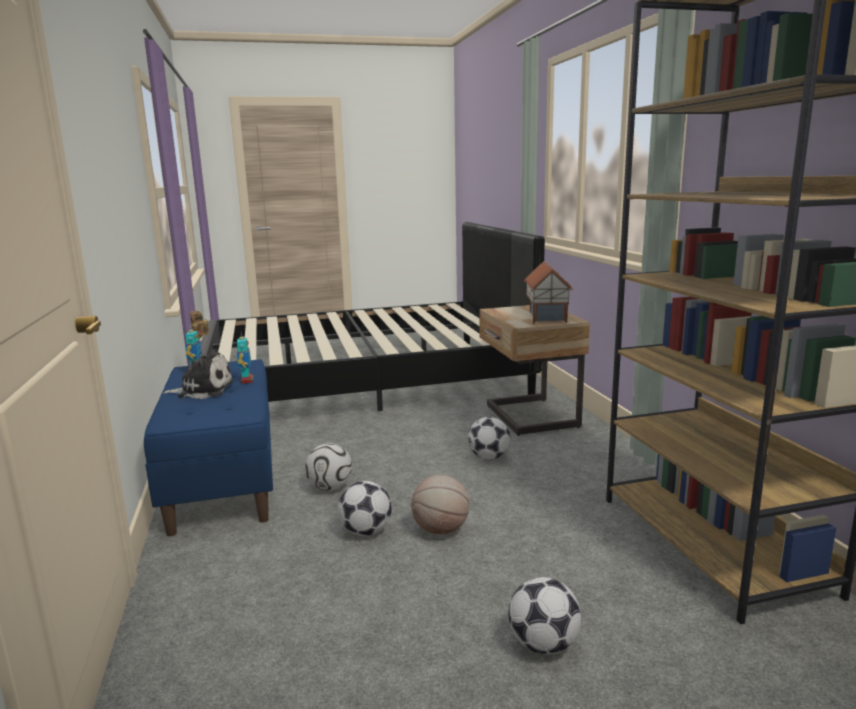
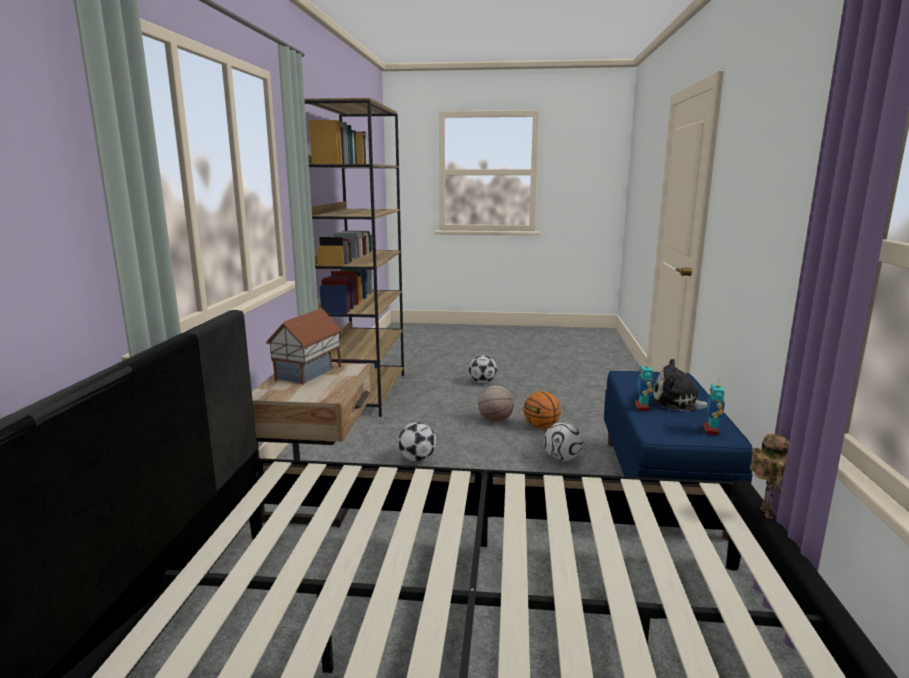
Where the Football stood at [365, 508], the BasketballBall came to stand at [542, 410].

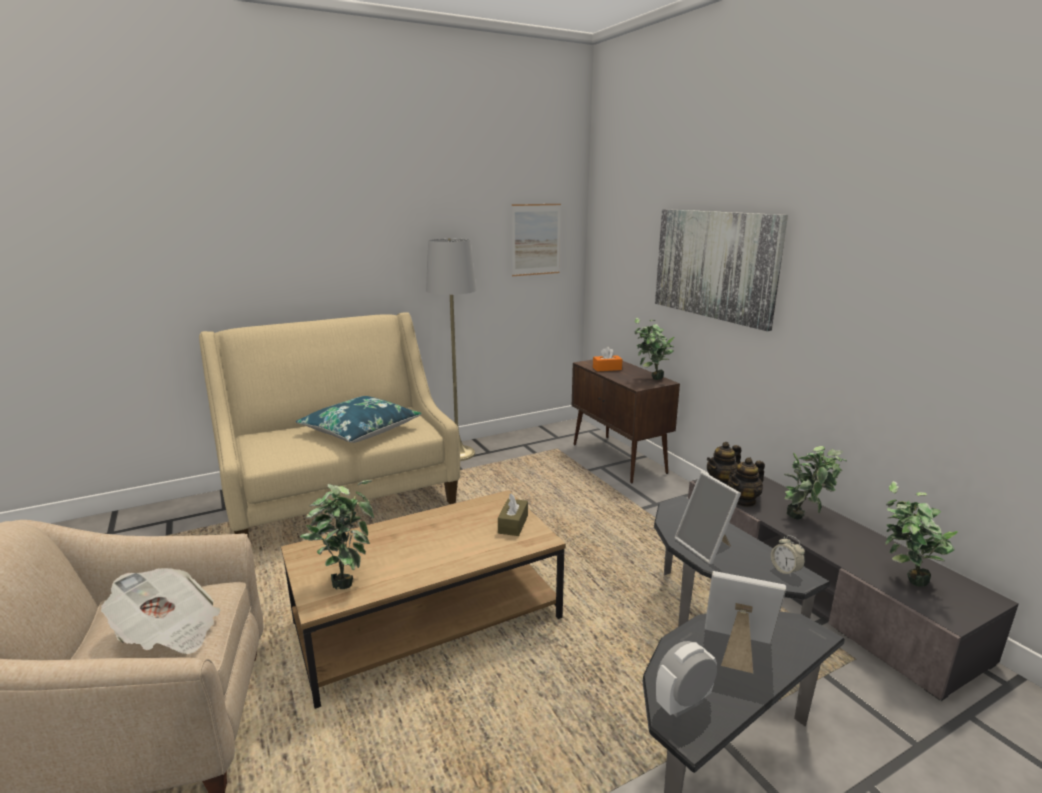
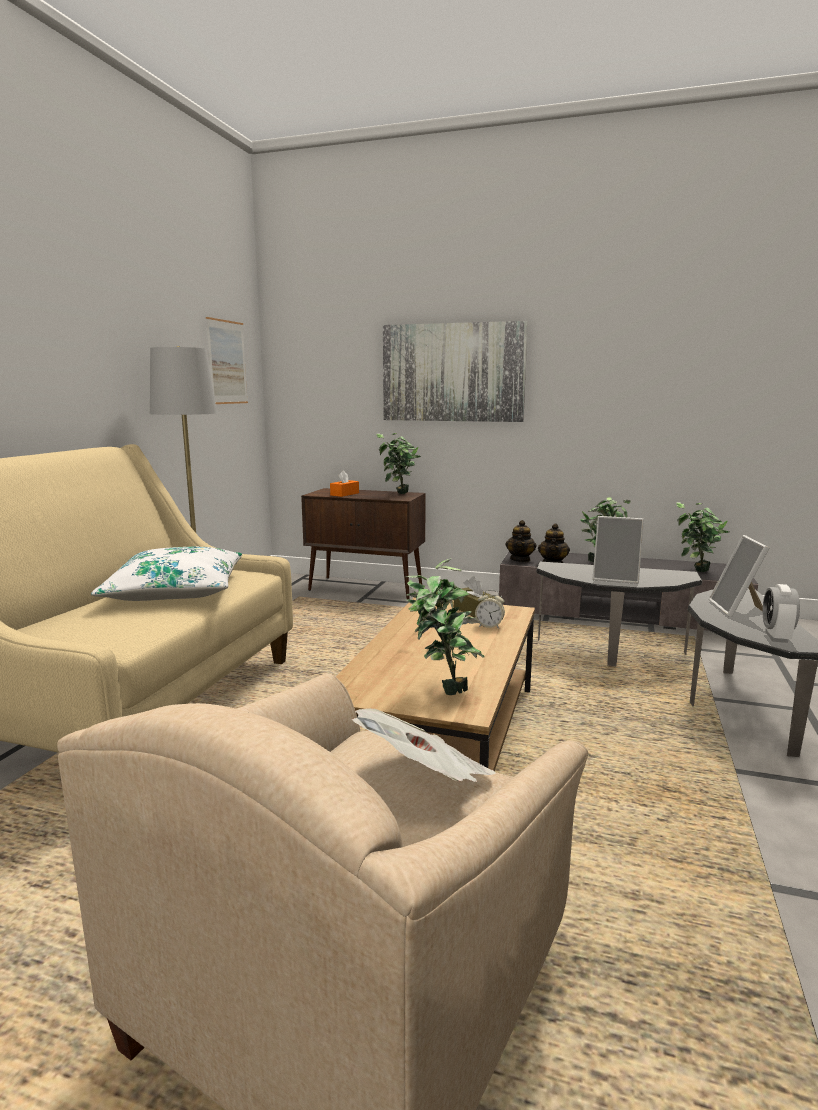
What was the BlueColouredThrowPillow at [359, 419] turned into the WhiteThrowPillow at [166, 574].
The PhotoFrame at [745, 622] ended up facing another way, 60 degrees counterclockwise from before.
The BedsideClock ended up elsewhere, having gone from [788, 556] to [490, 609].

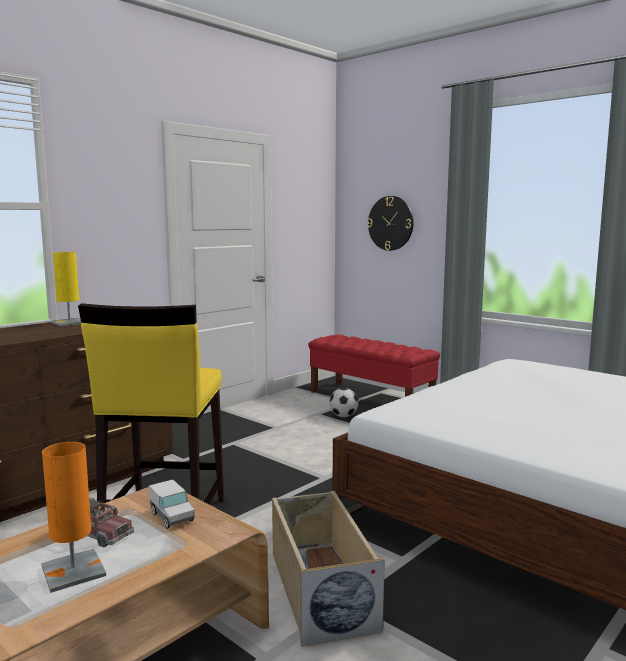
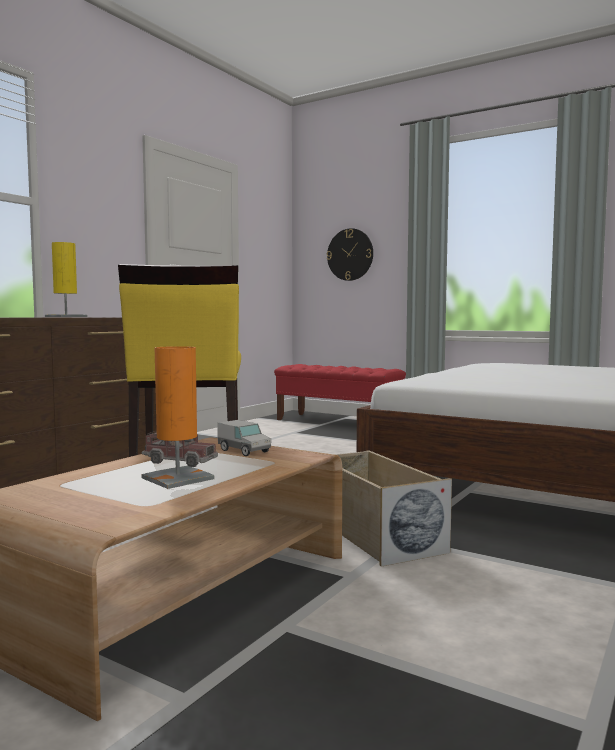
The second view lost the Football at [343, 402].

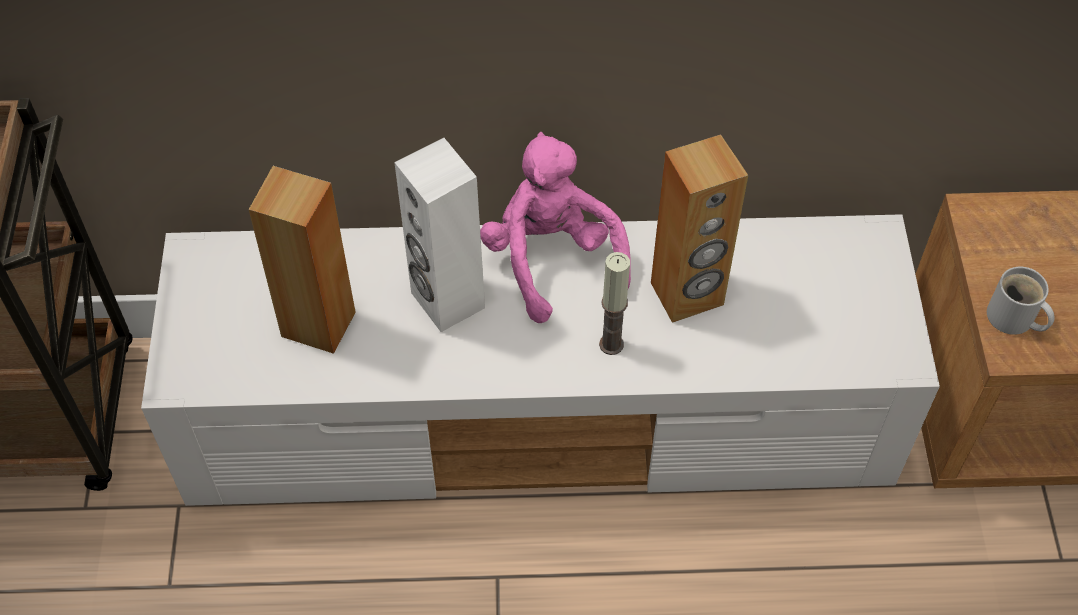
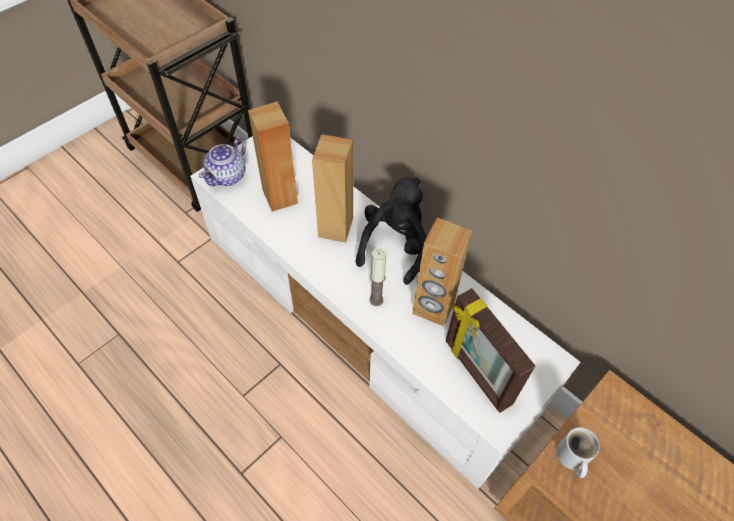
What was the WhiteAudioSpeaker at [439, 235] turned into the BrownColouredAudioSpeaker at [332, 188].
What was the PinkishSoftToy at [555, 227] turned into the BlackishSoftToy at [391, 231].
The second view gained the TeaPot at [222, 161].
The second view gained the PhotoFrame at [490, 350].

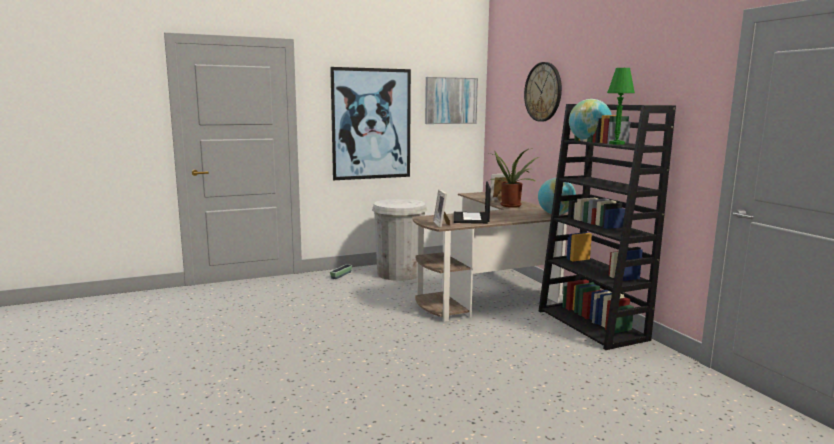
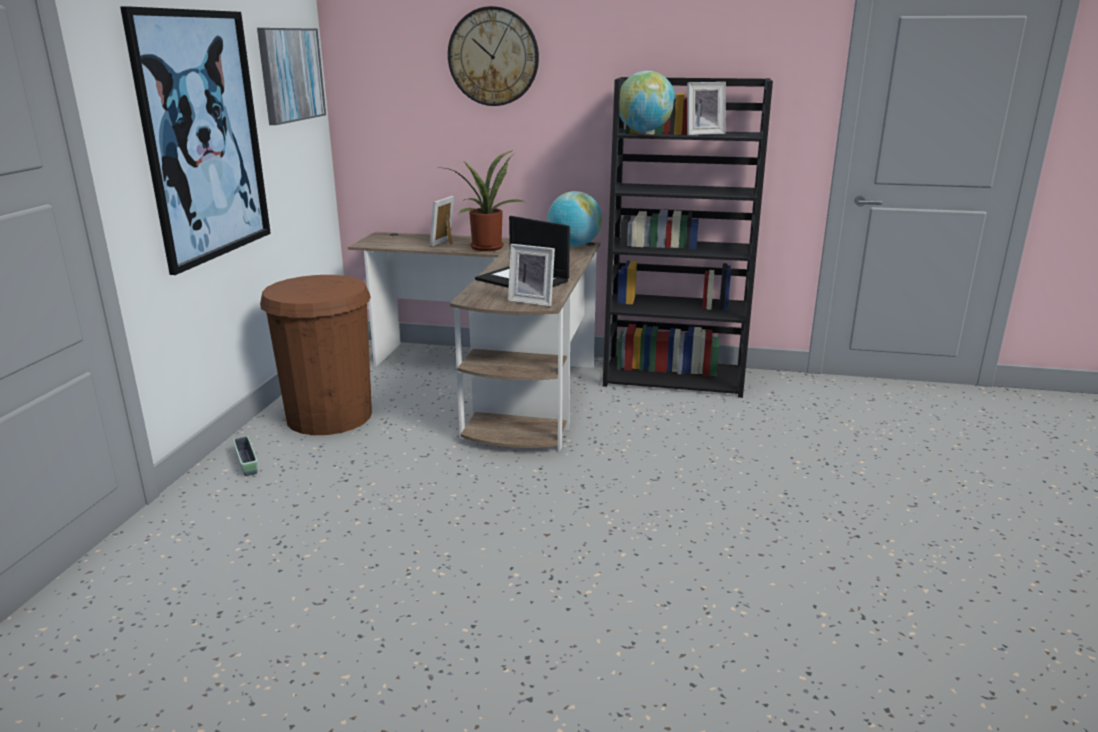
What was the WhiteWasteBin at [399, 240] turned into the BrownColouredWasteBin at [316, 355].
Where the GreenLampForATable stood at [621, 106], the PhotoFrame came to stand at [706, 108].

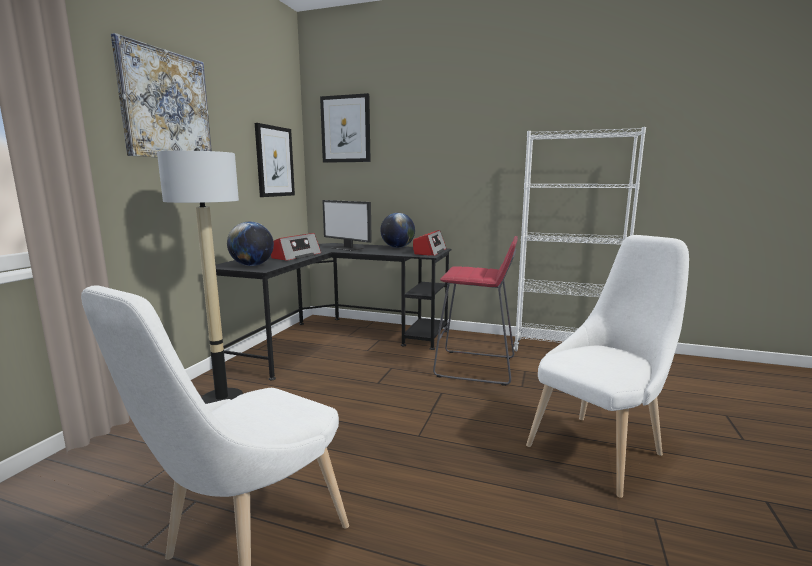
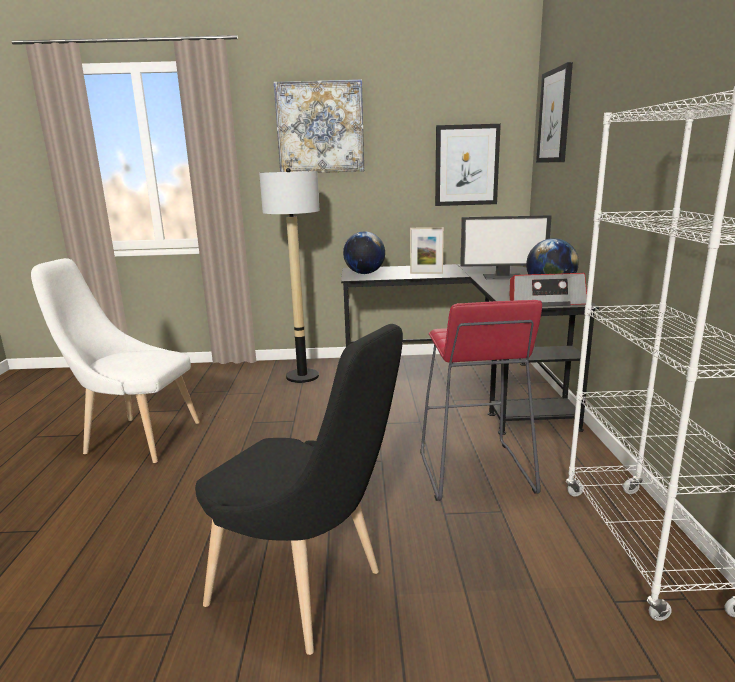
Where the RadioReceiver stood at [296, 247], the PhotoFrame came to stand at [427, 250].
The ComputerDisplay at [347, 225] ended up facing another way, 105 degrees counterclockwise from before.
What was the WhiteUprightChair at [607, 366] turned into the BlackishUprightChair at [299, 489].

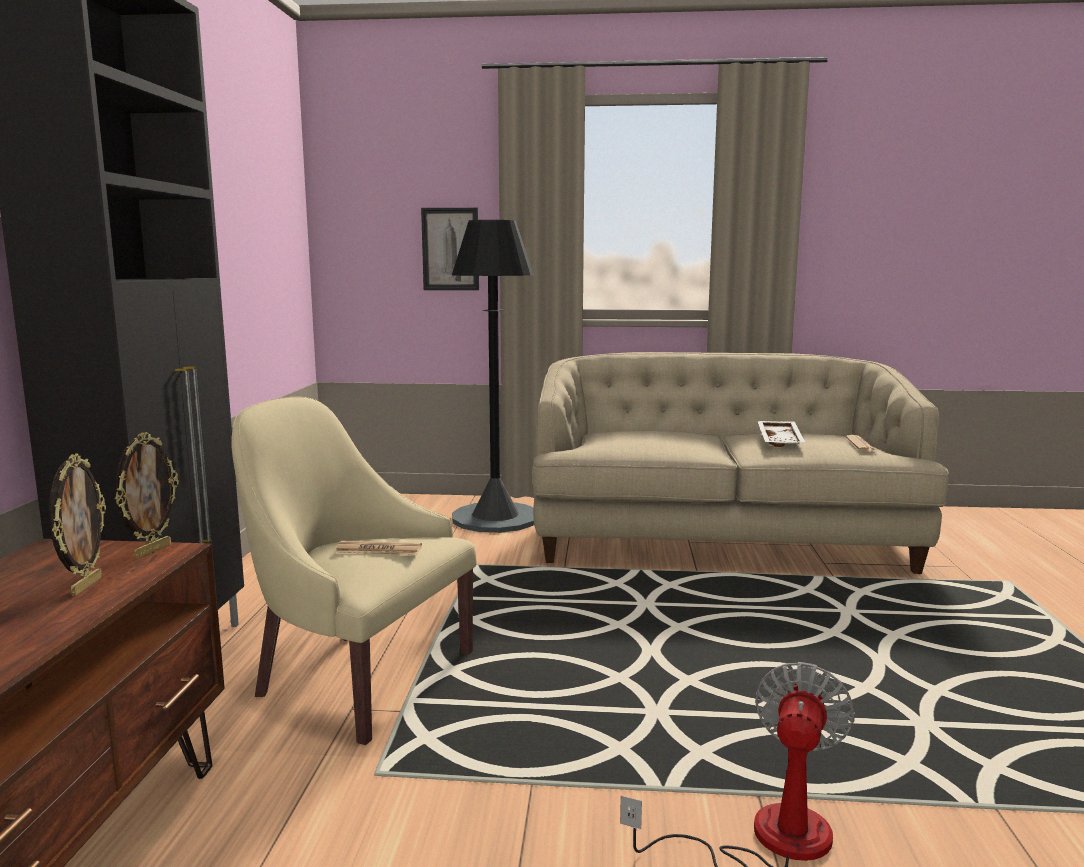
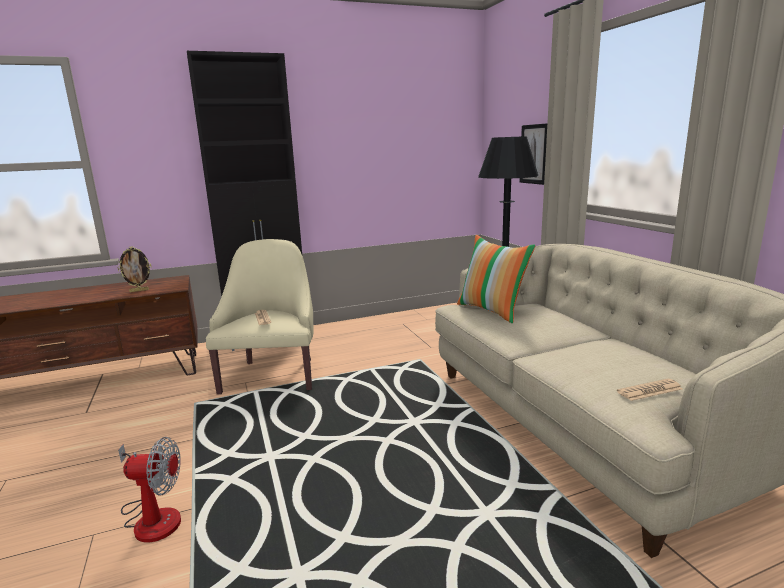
The second view lost the PhotoFrame at [147, 495].
The second view lost the WhiteTray at [781, 434].
The second view gained the ThrowPillow at [496, 279].

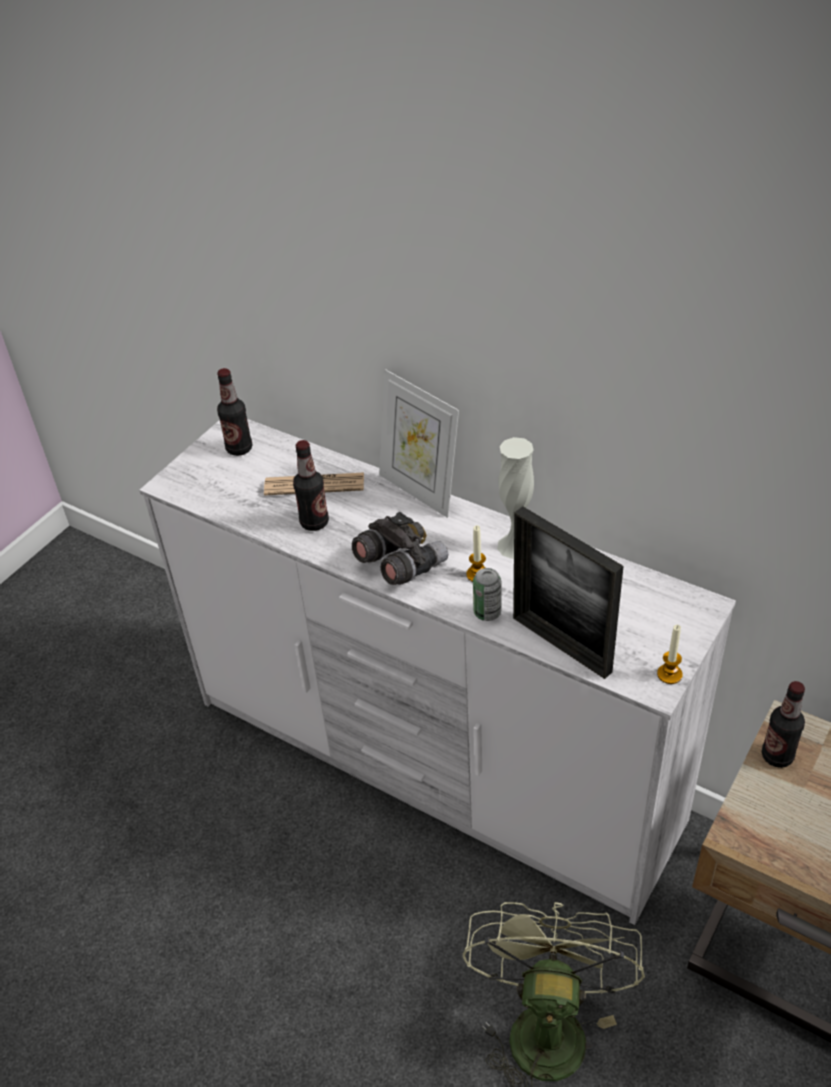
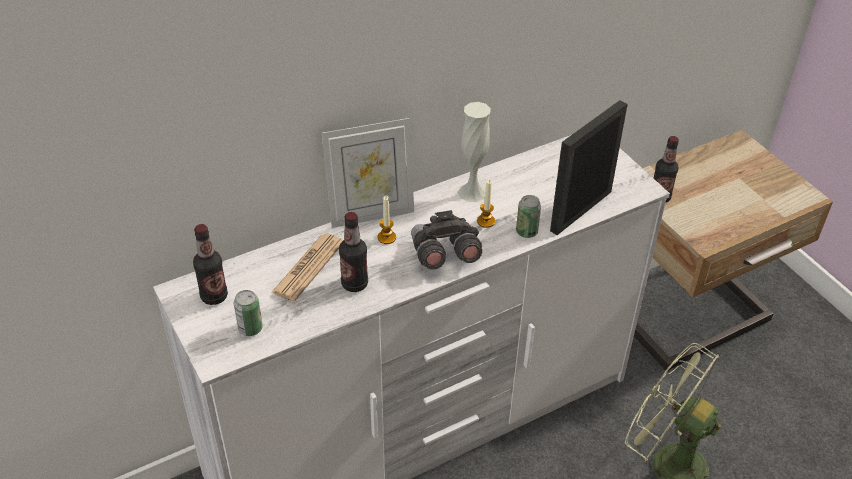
The PhotoFrame at [568, 592] ended up facing another way, 150 degrees clockwise from before.
The Candle ended up elsewhere, having gone from [670, 654] to [387, 220].
The second view gained the SealedCan at [248, 313].

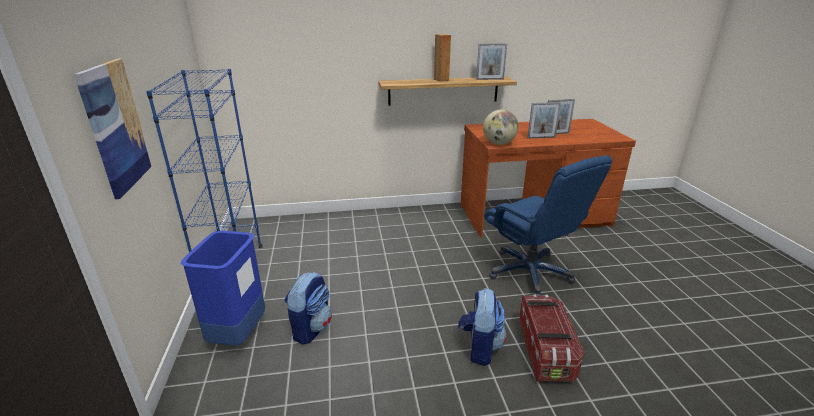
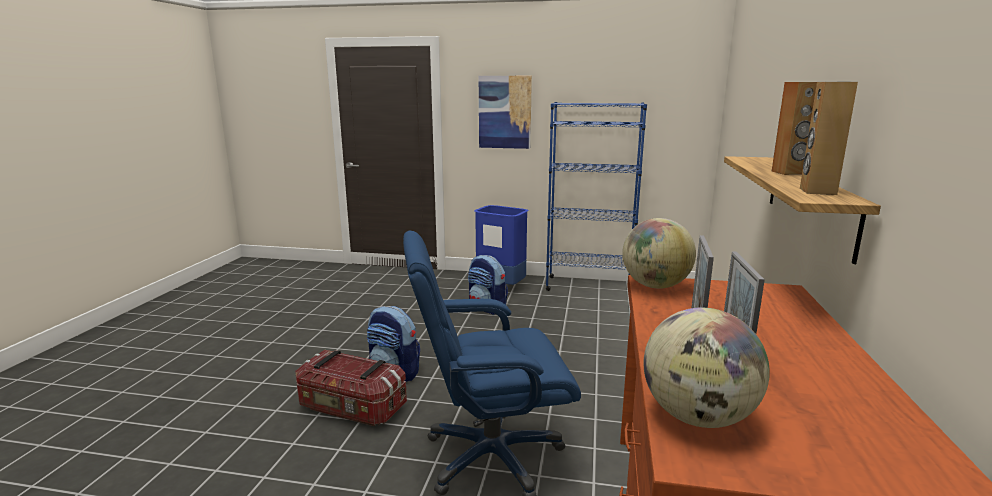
Where the PhotoFrame stood at [491, 61], the BrownColouredAudioSpeaker came to stand at [829, 138].
The second view gained the DeskGlobe at [706, 368].

